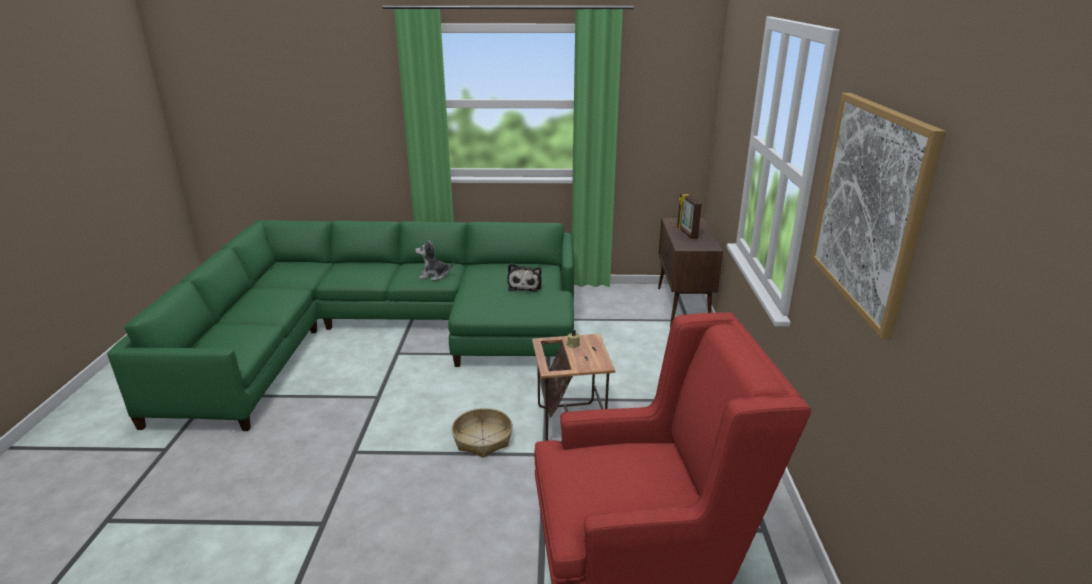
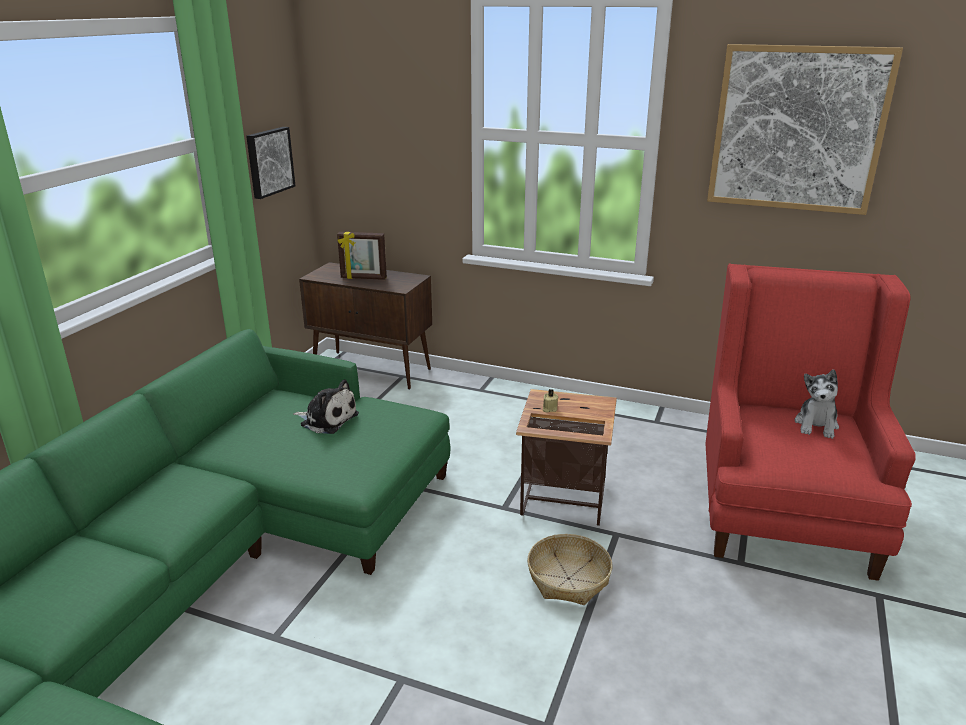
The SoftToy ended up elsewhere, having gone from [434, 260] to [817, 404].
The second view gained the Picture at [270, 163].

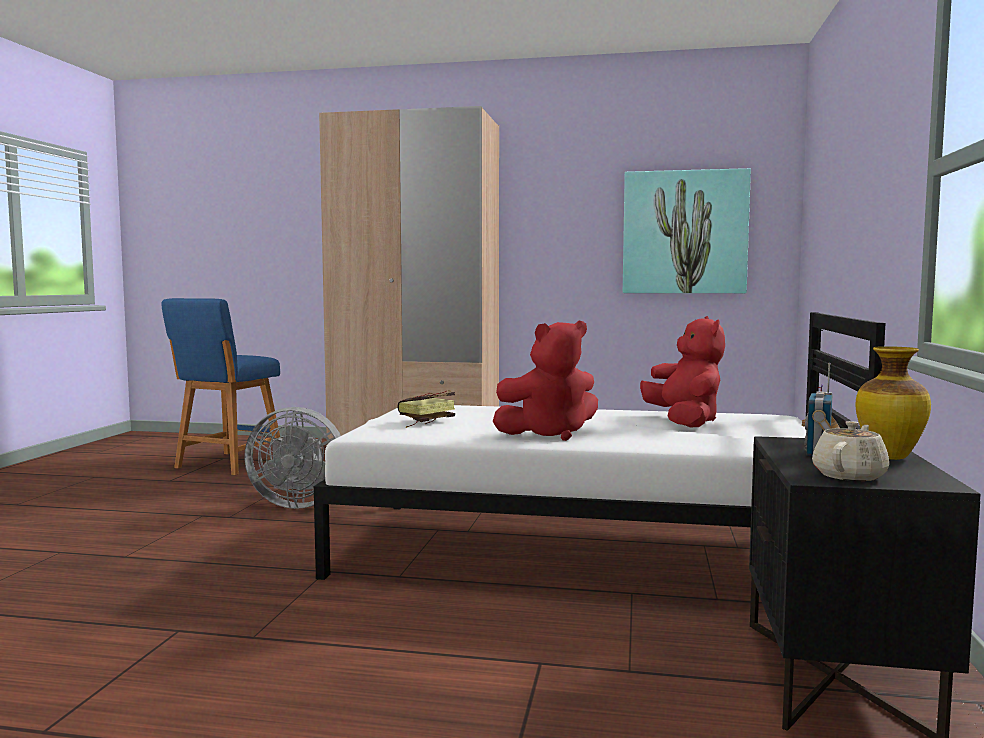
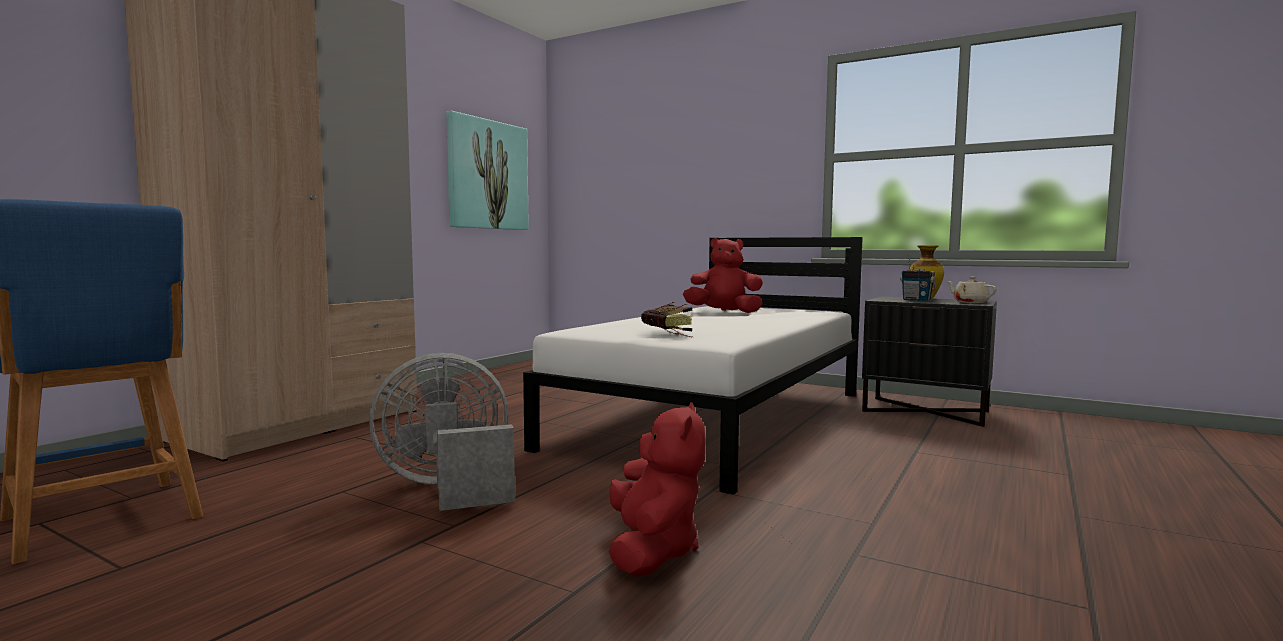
The GrayElectricFan at [292, 458] ended up facing another way, 135 degrees counterclockwise from before.
The RedSoftToy ended up elsewhere, having gone from [545, 381] to [657, 489].

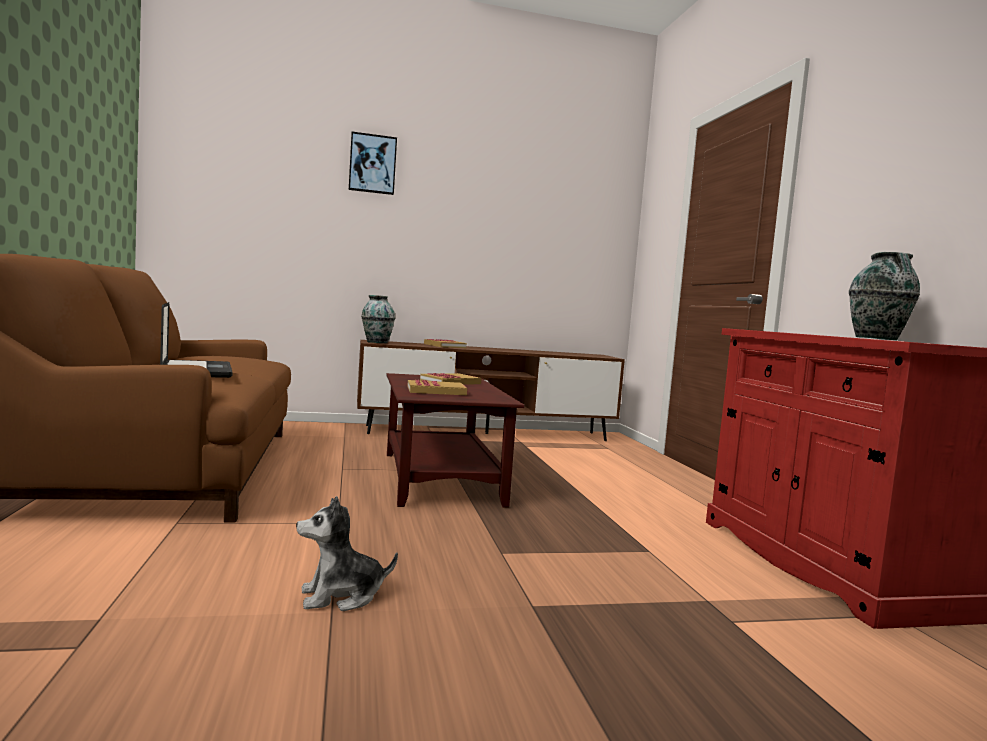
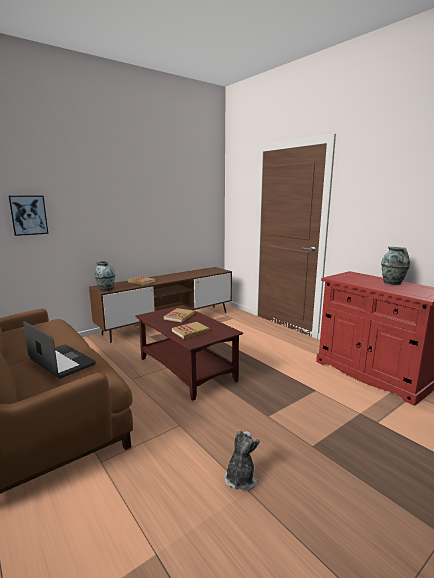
The SoftToy at [347, 553] ended up facing another way, 150 degrees clockwise from before.
The Picture ended up elsewhere, having gone from [373, 163] to [28, 216].

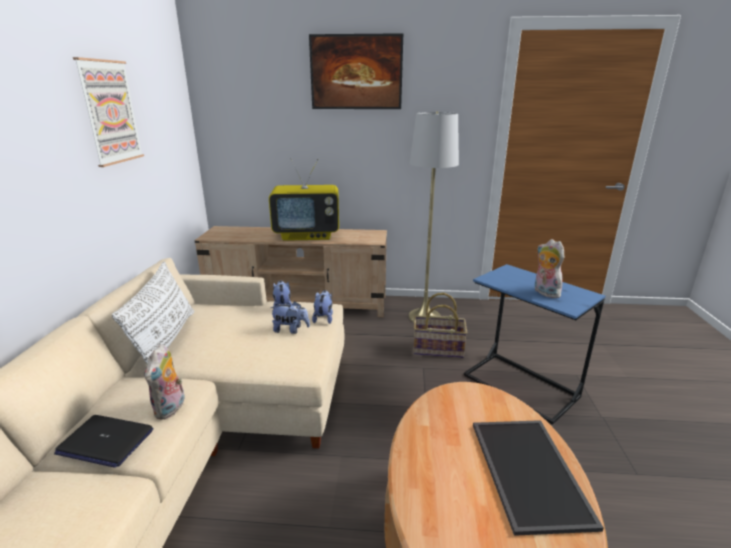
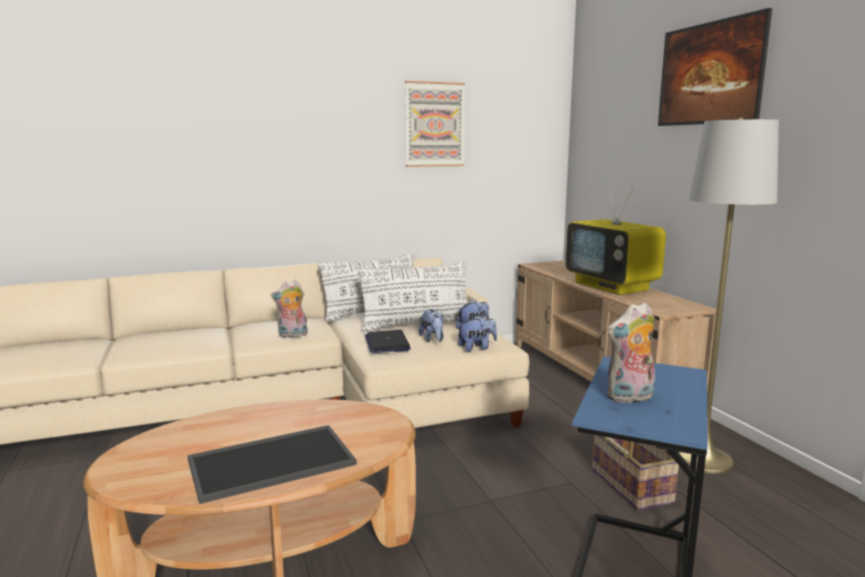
The PortableComputer ended up elsewhere, having gone from [103, 441] to [388, 341].
The SoftToy at [549, 268] ended up facing another way, 150 degrees counterclockwise from before.
The second view gained the WhiteThrowPillow at [412, 296].

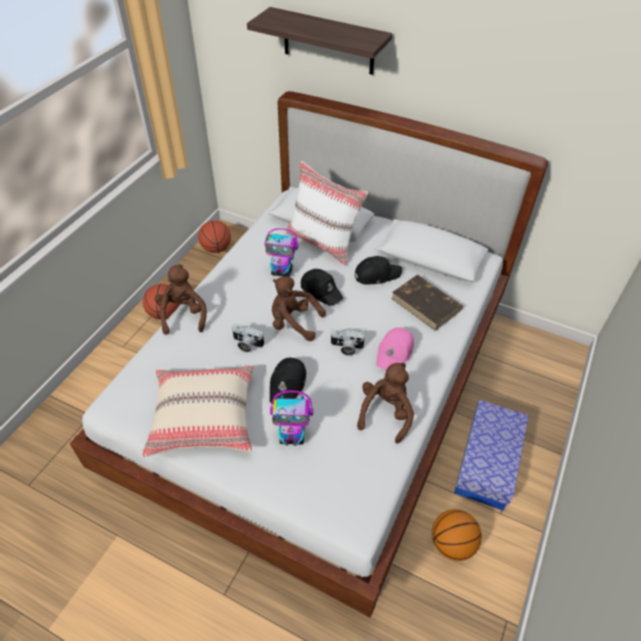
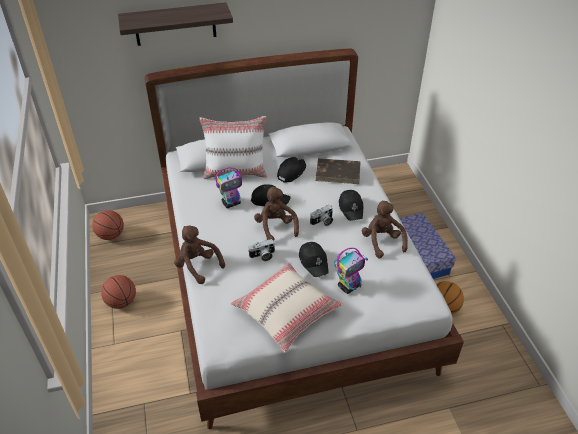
The BrownColouredSoftToy at [299, 308] ended up facing another way, 90 degrees clockwise from before.
What was the PinkishBaseballCap at [395, 348] turned into the BlackishBaseballCap at [351, 205].

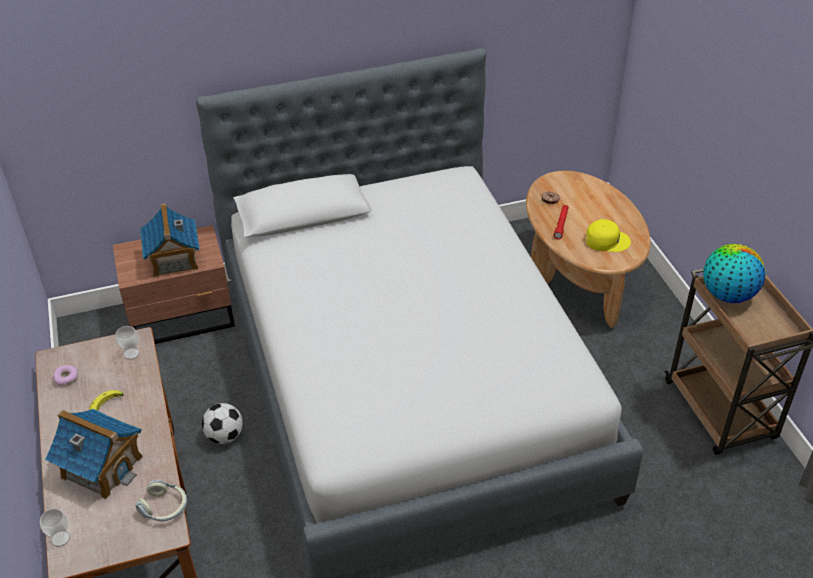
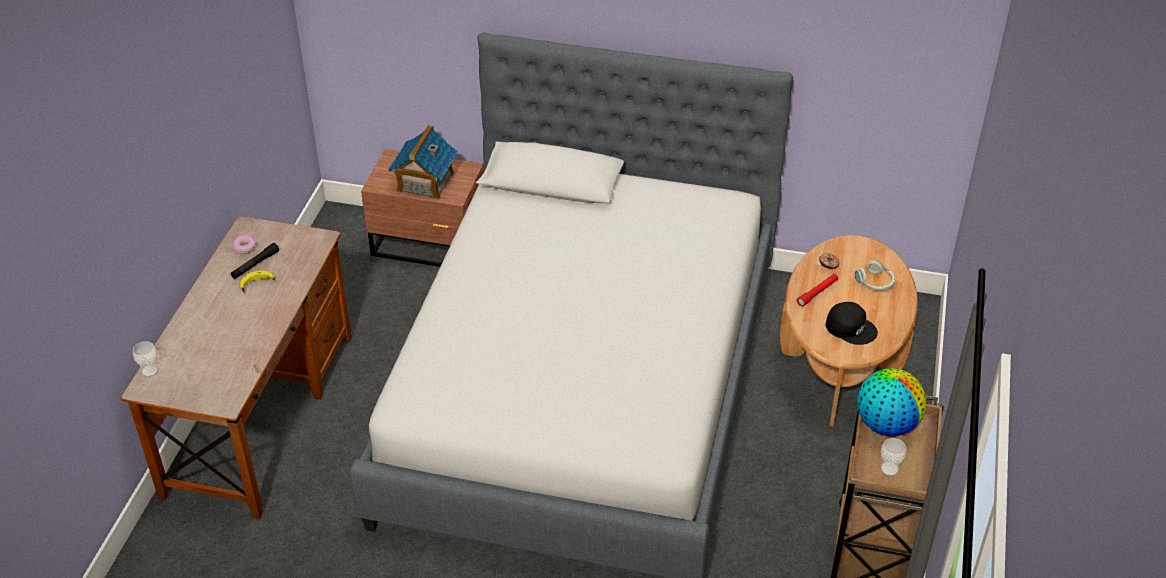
The second view lost the ModelHouse at [94, 454].
The DrinkingCup ended up elsewhere, having gone from [127, 343] to [893, 457].
The PairOfHeadphones ended up elsewhere, having gone from [161, 500] to [875, 275].
The second view lost the Football at [222, 423].
What was the YellowBaseballCap at [608, 235] turned into the BlackishBaseballCap at [852, 323].
The second view gained the BlackishHandTorch at [255, 261].

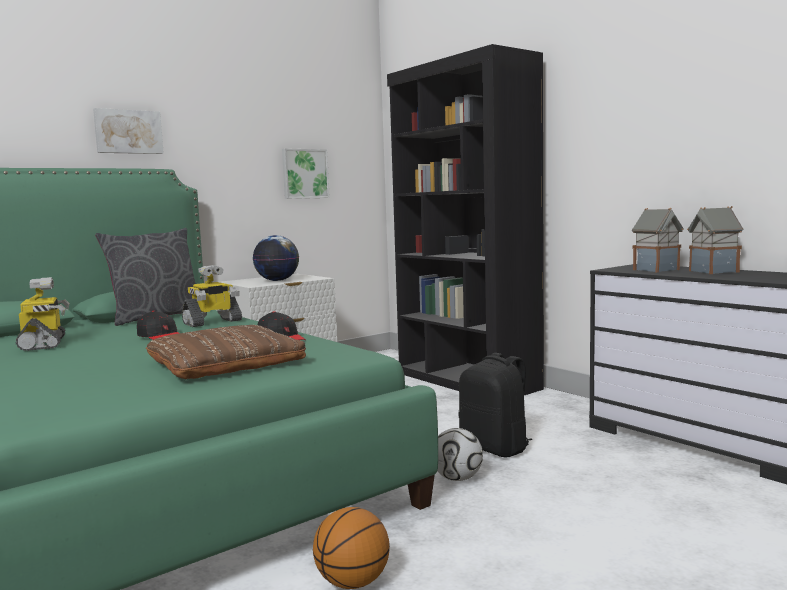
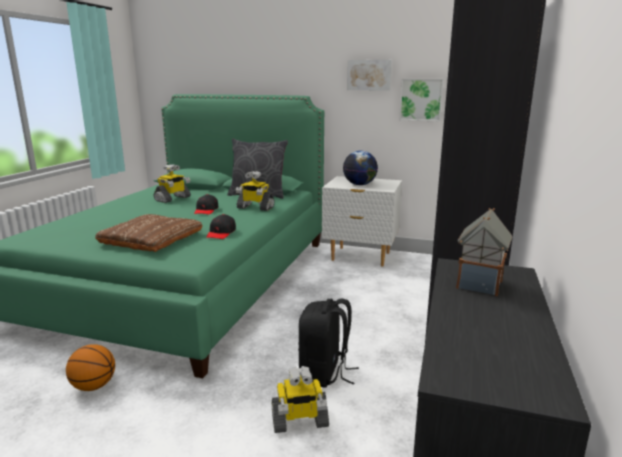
The Picture ended up elsewhere, having gone from [128, 131] to [369, 75].
The second view lost the Football at [460, 454].
The second view lost the ModelHouse at [715, 240].
The second view gained the RobotFigure at [300, 399].

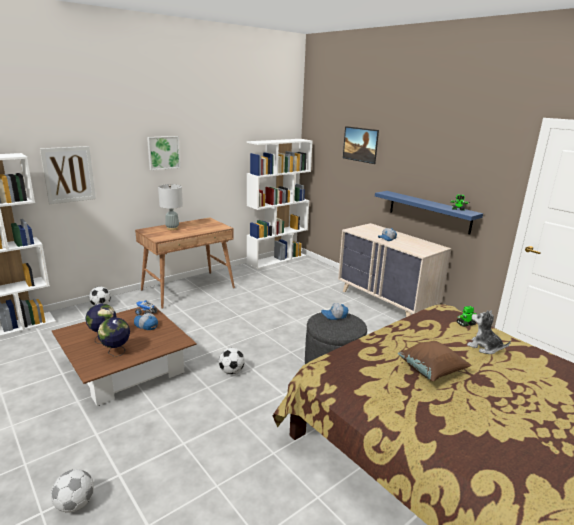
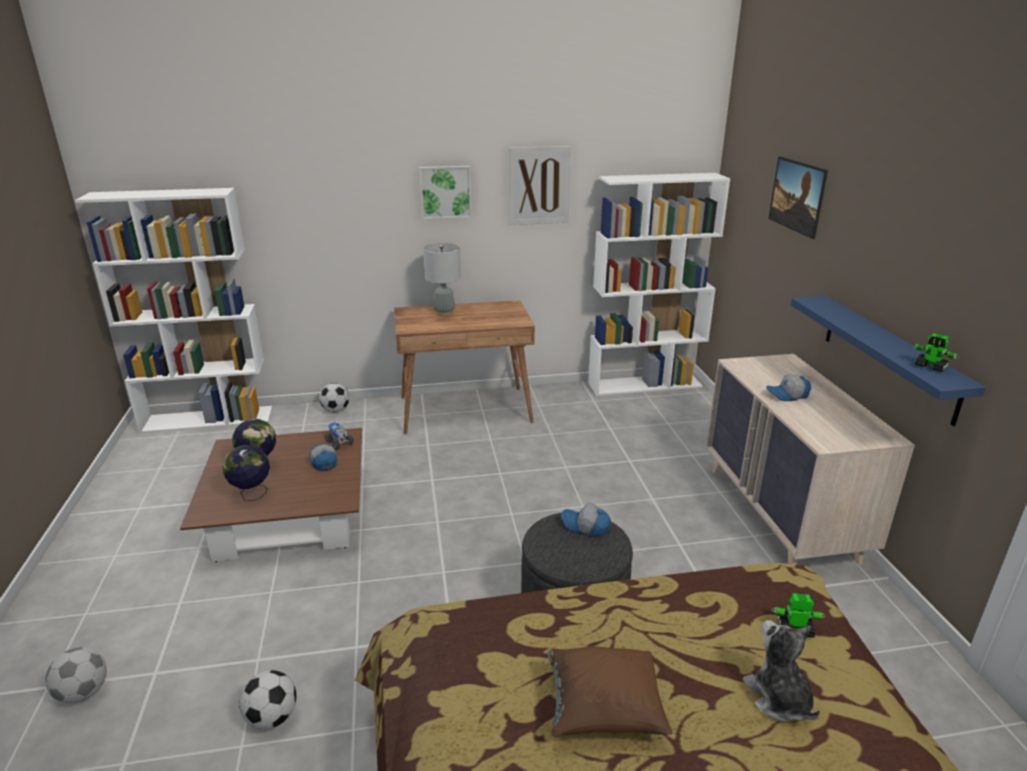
The Picture ended up elsewhere, having gone from [68, 175] to [539, 185].
The Football ended up elsewhere, having gone from [232, 361] to [268, 700].

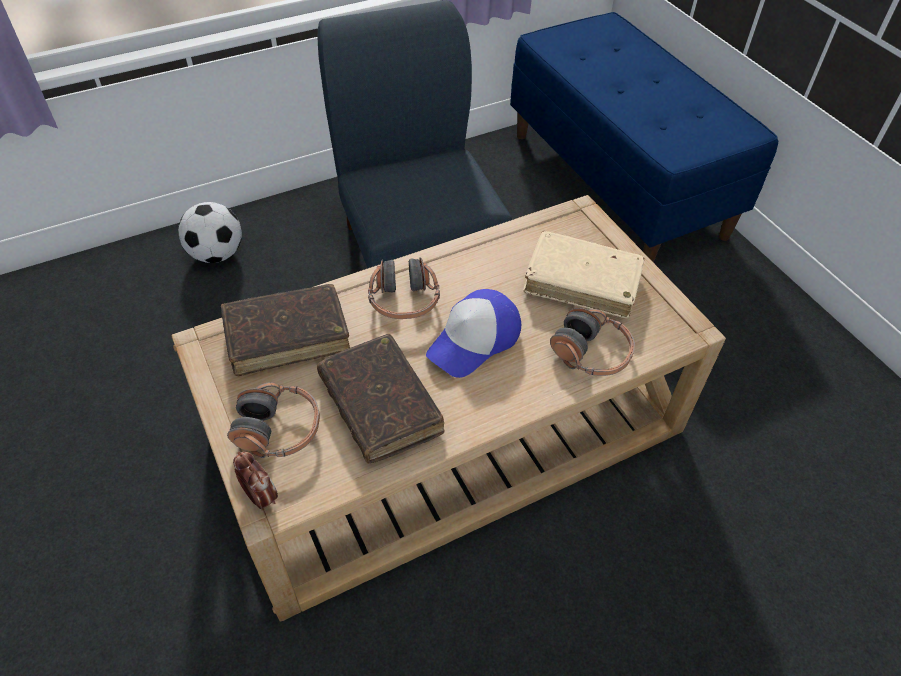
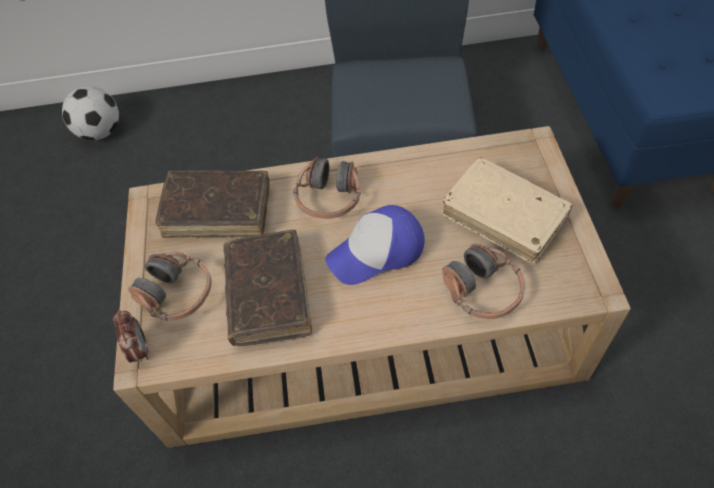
The Football ended up elsewhere, having gone from [210, 232] to [90, 113].

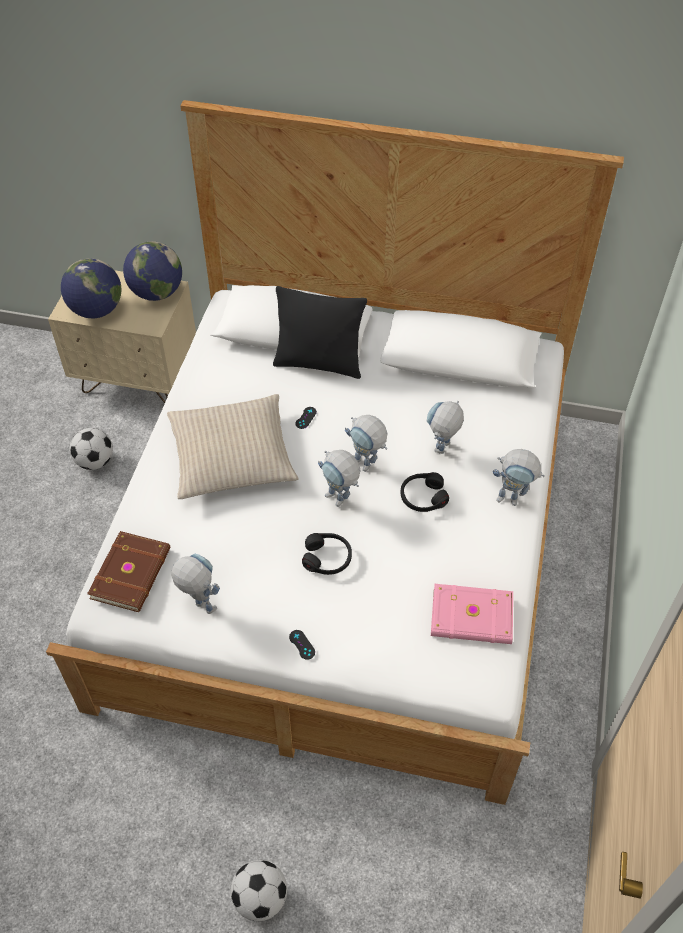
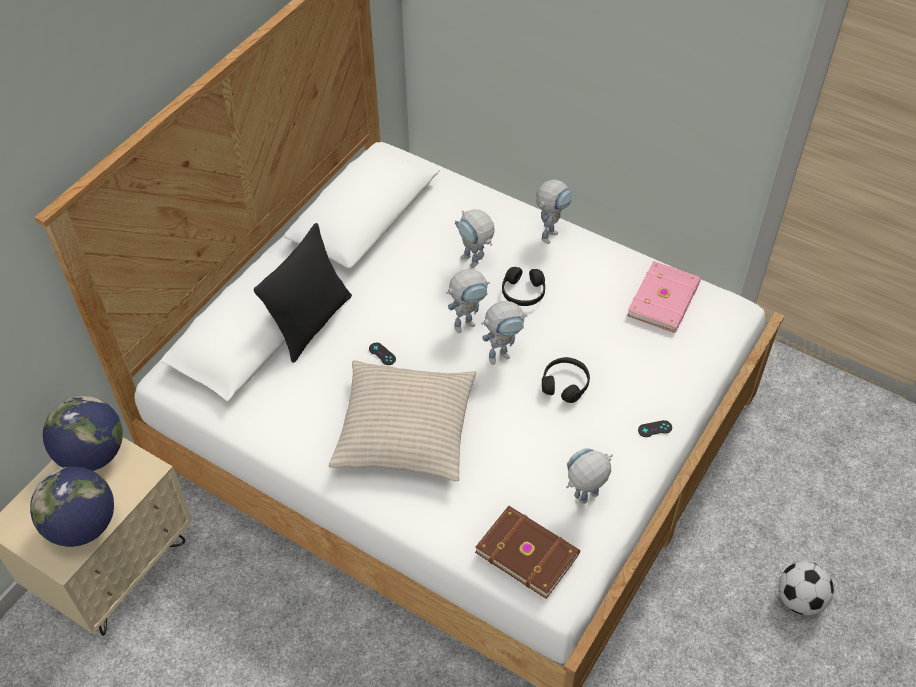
The second view lost the Football at [91, 449].

